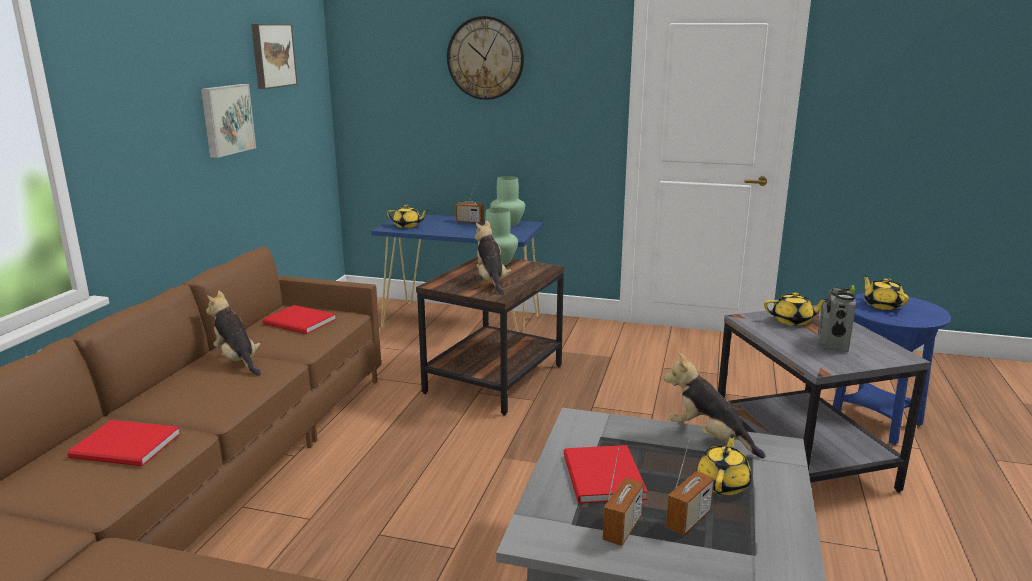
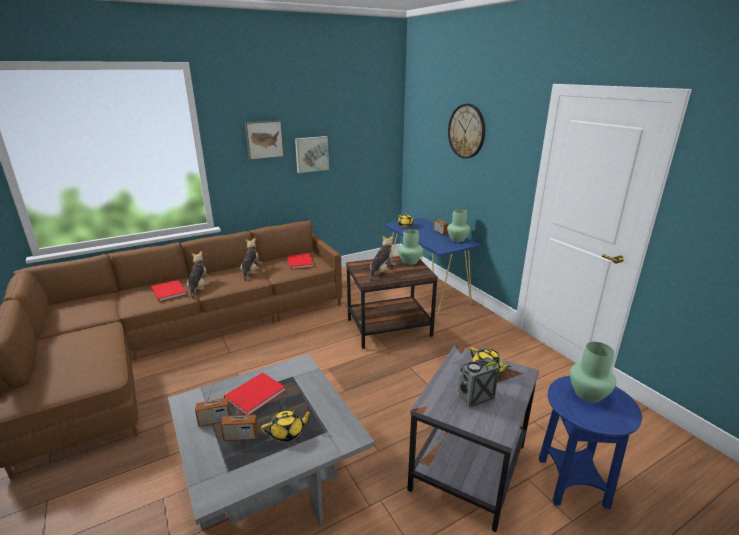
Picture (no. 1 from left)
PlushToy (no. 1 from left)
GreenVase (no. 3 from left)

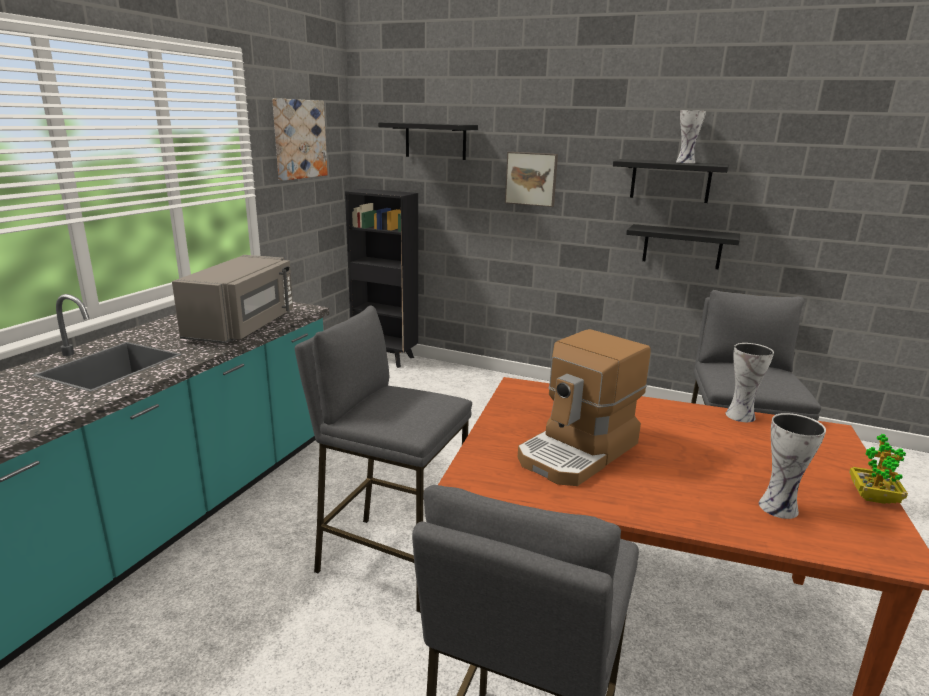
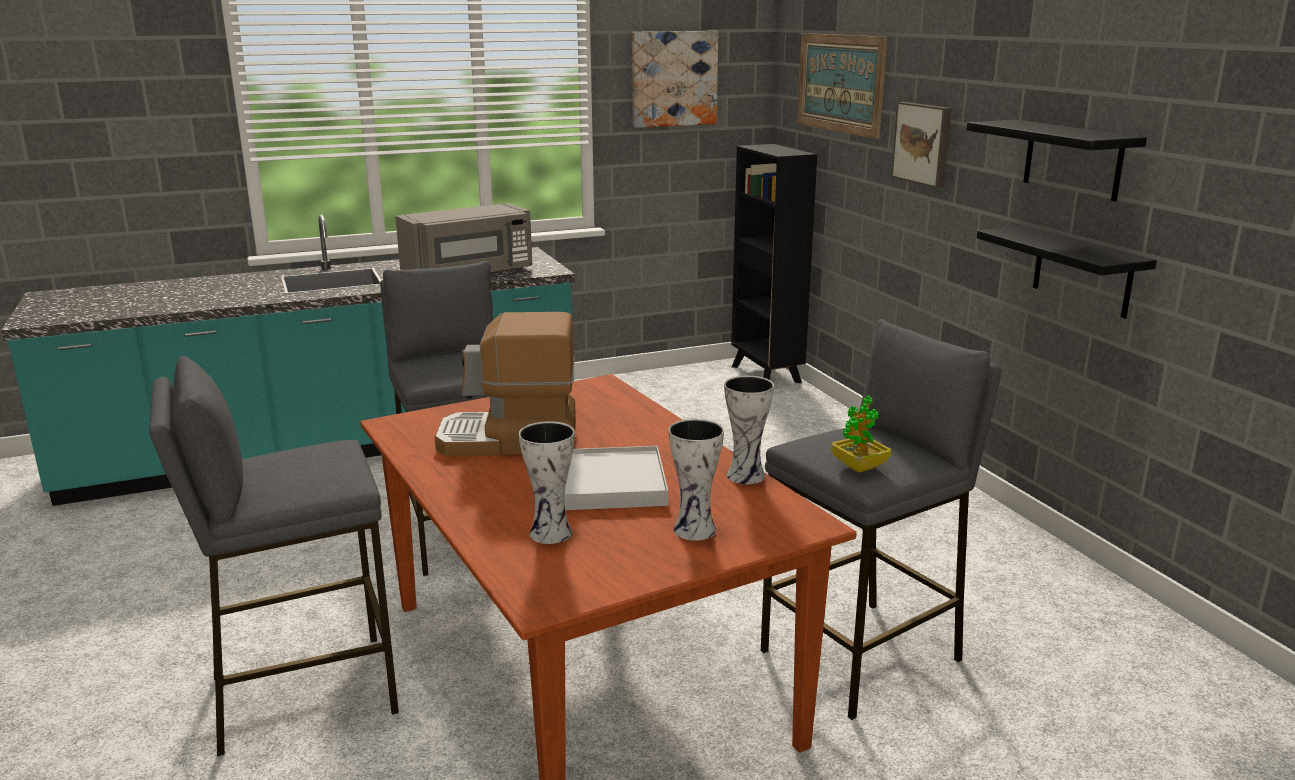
WhiteTray
Vase (no. 2 from left)
PottedPlant
Picture (no. 2 from left)

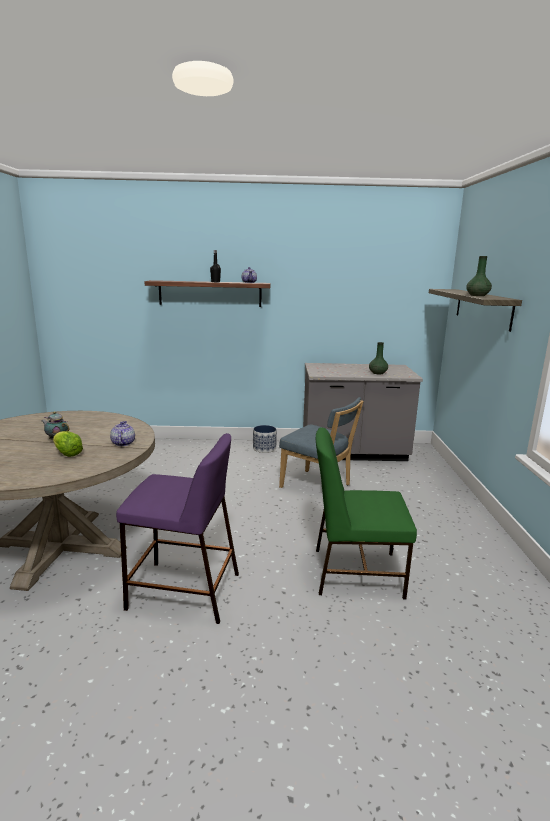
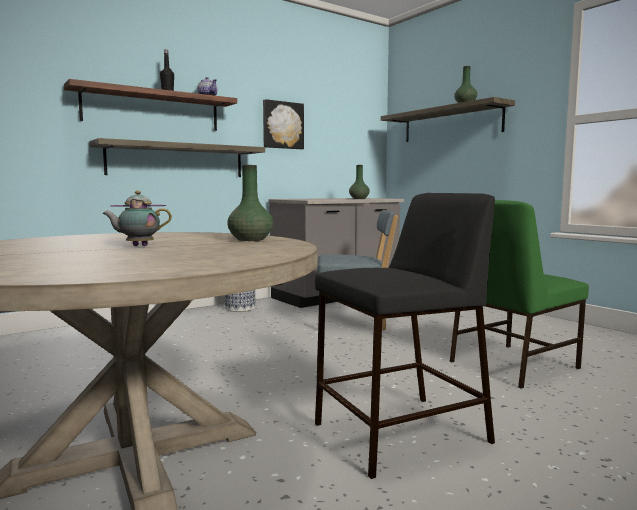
Lettuce
Shelf (no. 2 from left)
Picture
GreenVase (no. 1 from left)
BlackStool

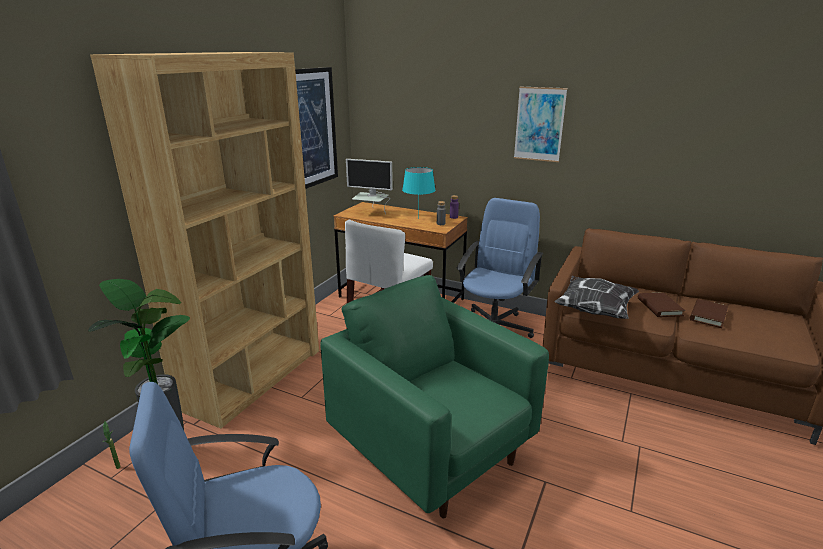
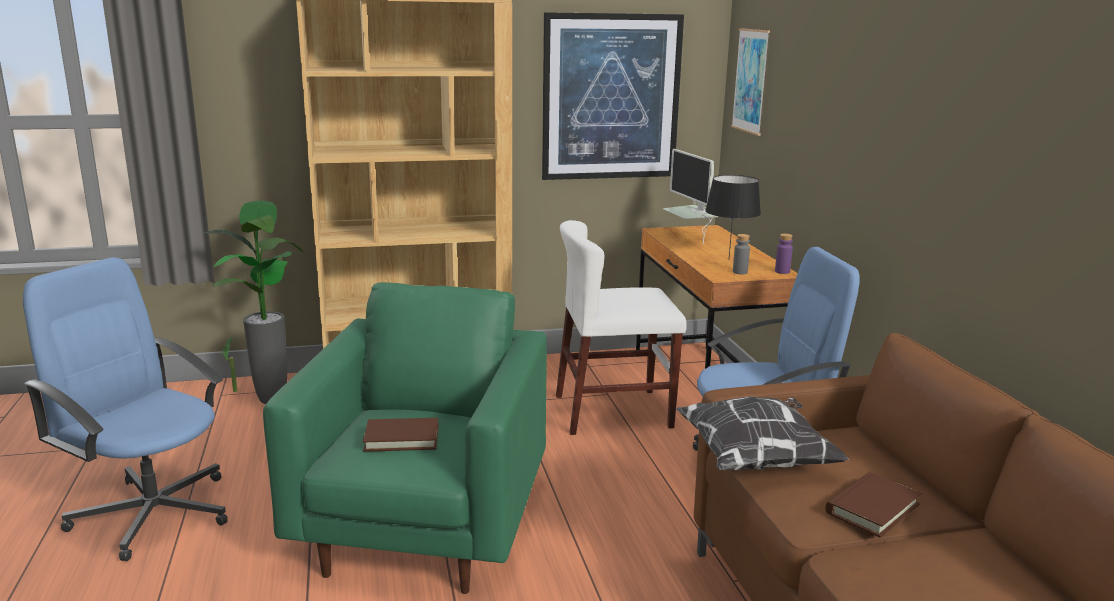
Picture (no. 2 from left)
BrownBook (no. 1 from left)
BlackTableLamp

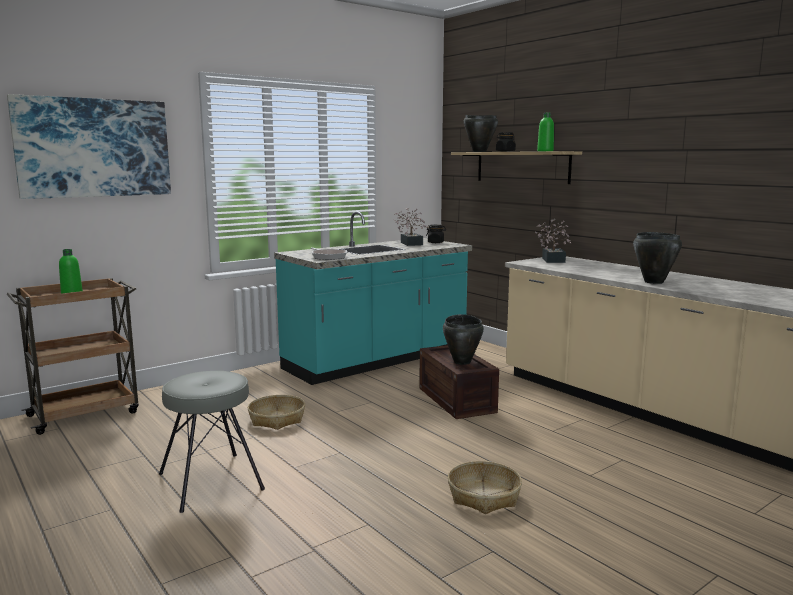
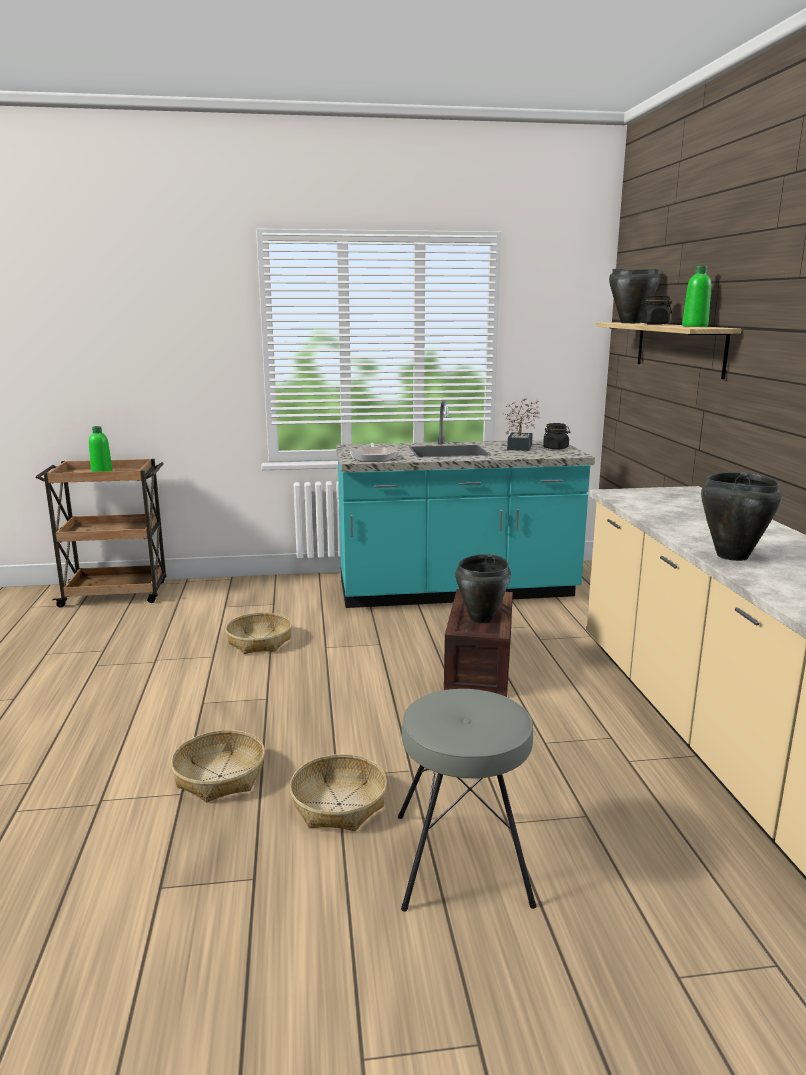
Picture
PottedPlant (no. 2 from left in the first image)
Basket (no. 1 from left)
GreyStool

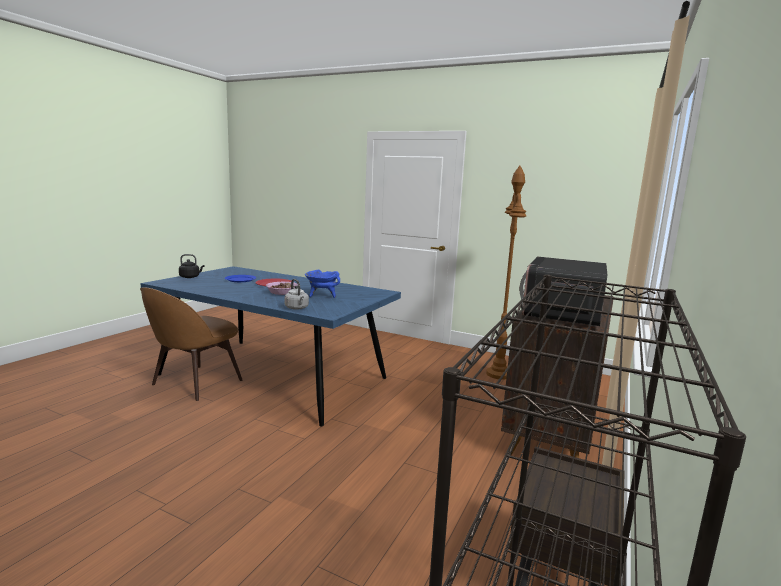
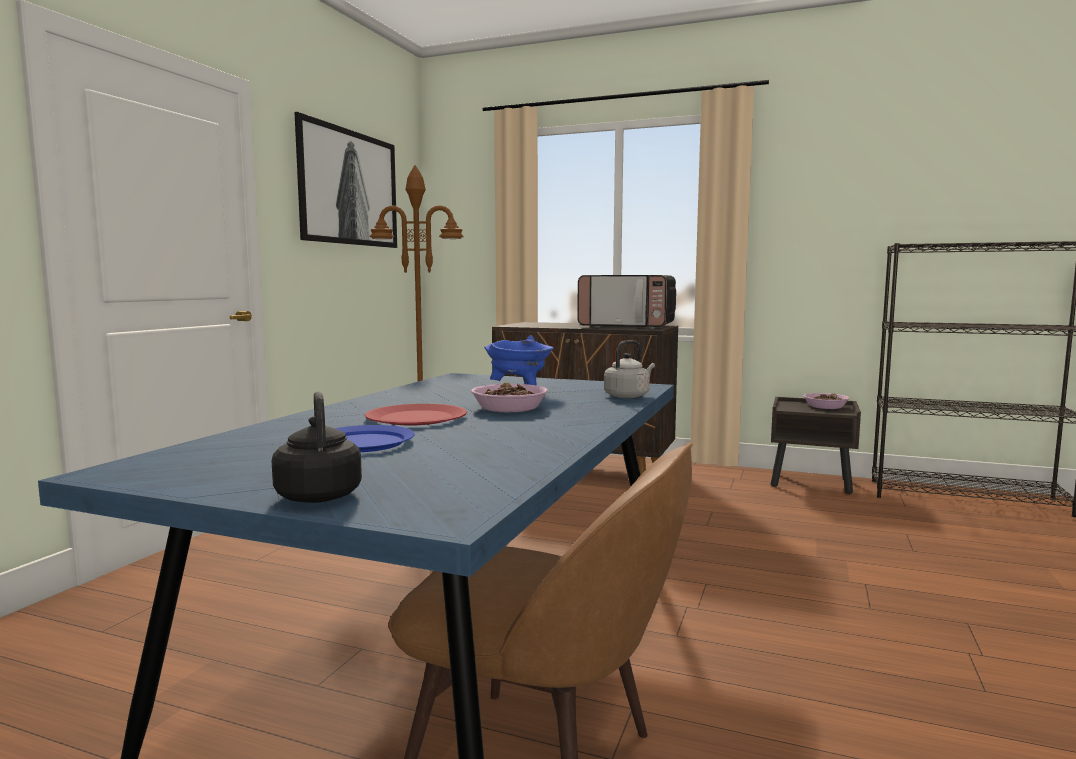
Picture
Bowl (no. 2 from left)

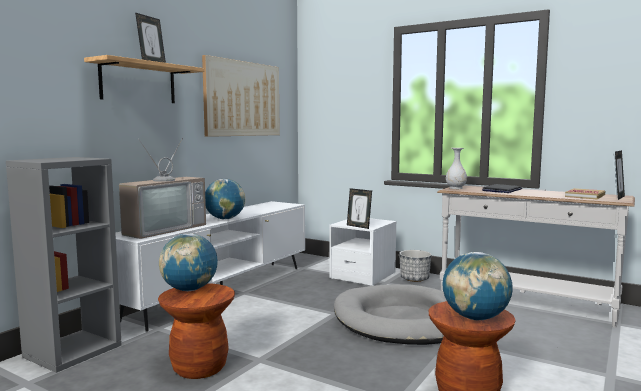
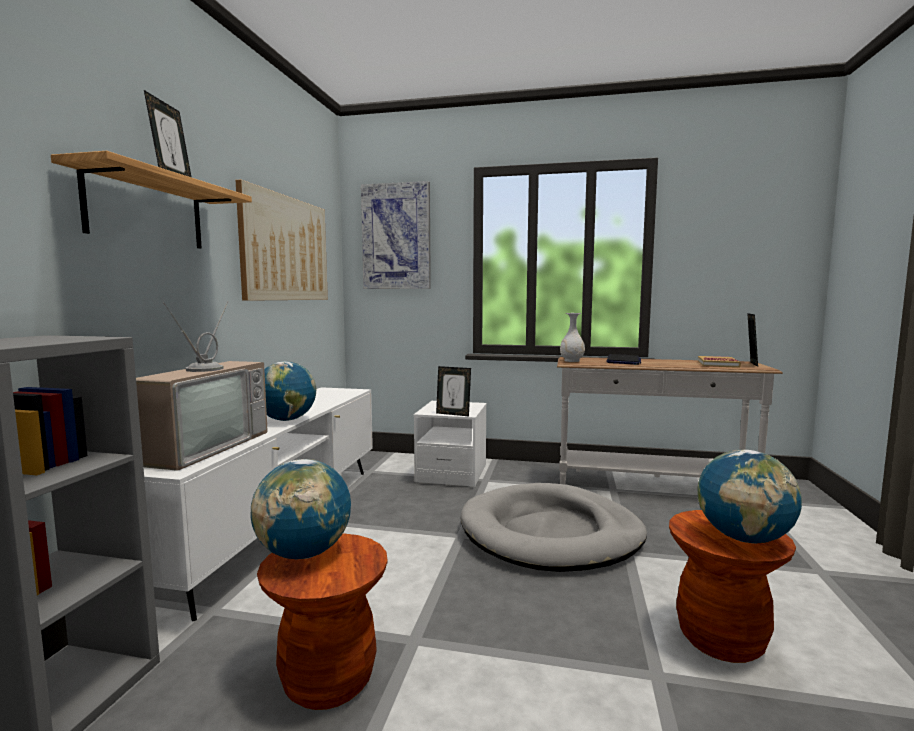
Planter
Picture (no. 2 from left)

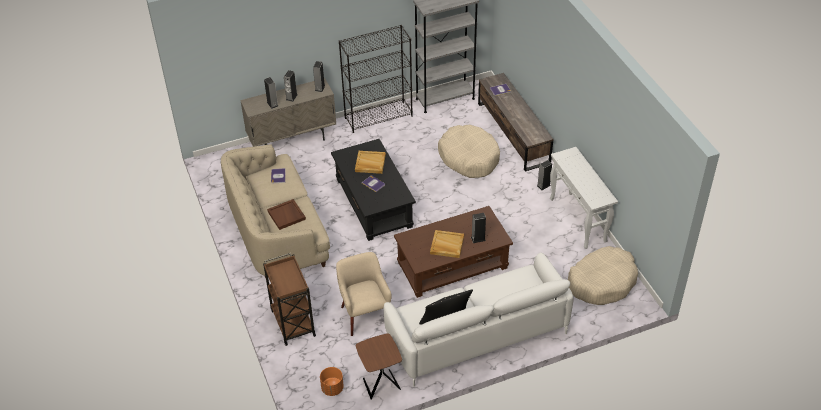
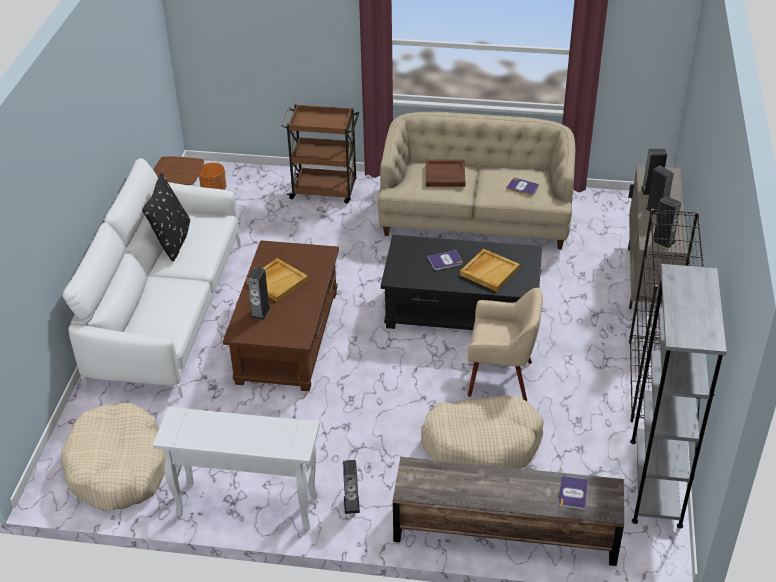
BeigeArmchair

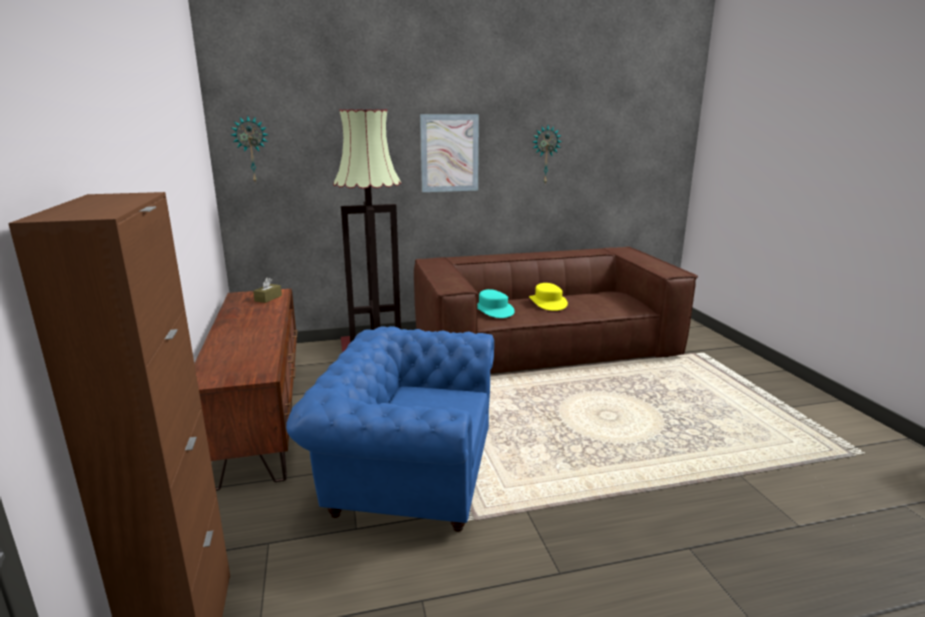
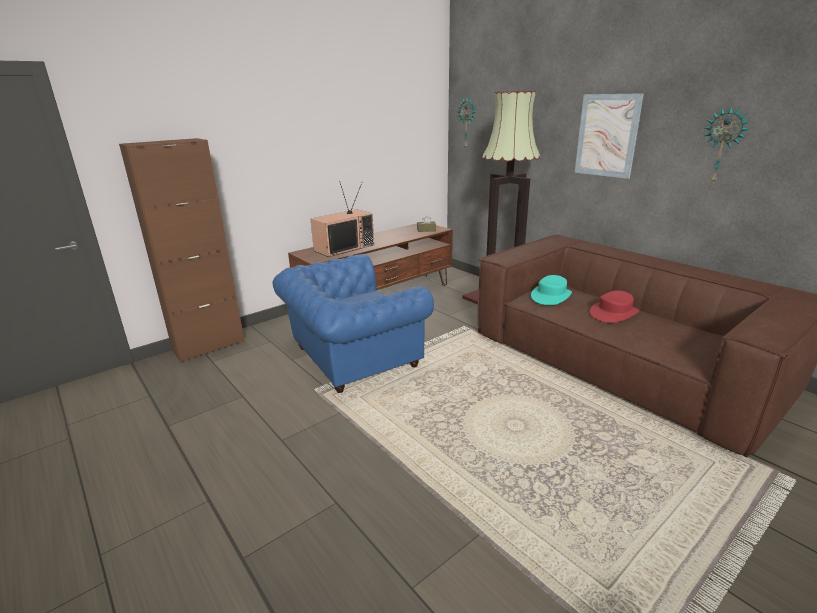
Television
RedHat
BlueArmchair

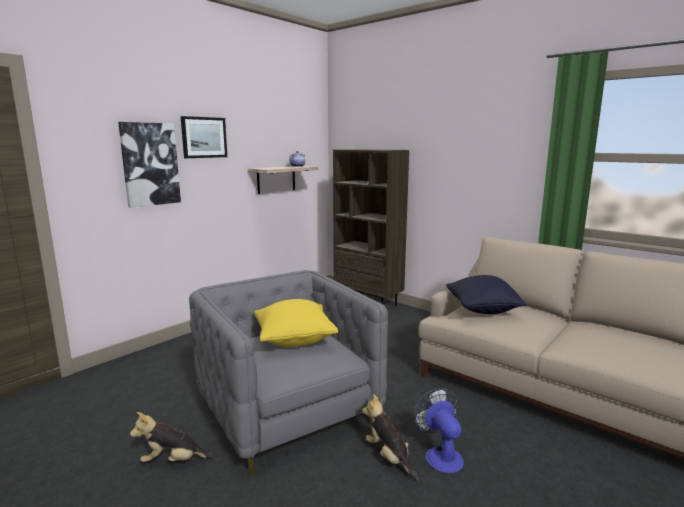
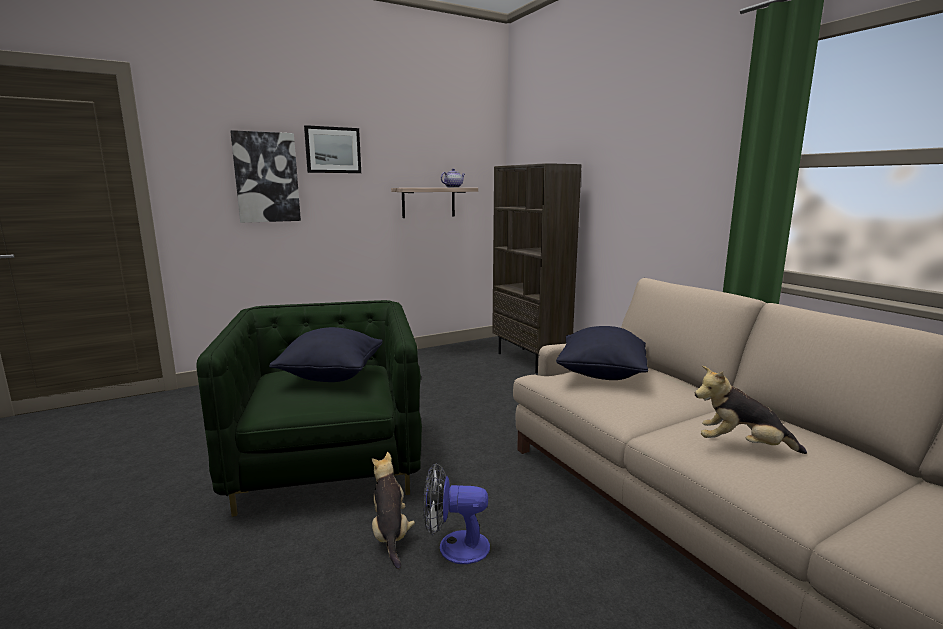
PlushToy (no. 2 from left)
GreenArmchair
BlackPillow (no. 1 from left)
Fan

